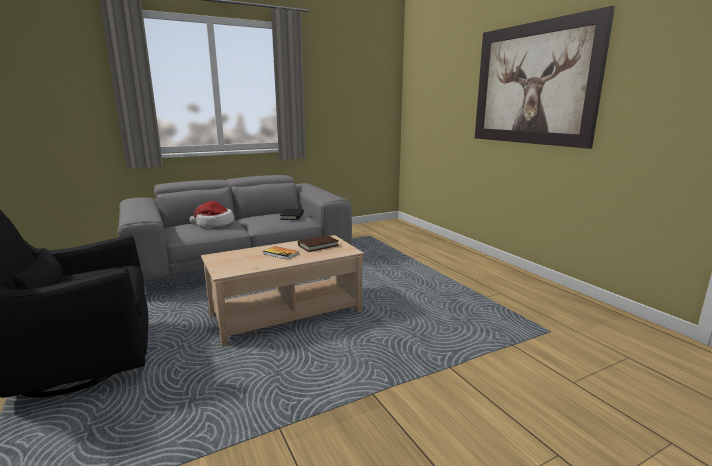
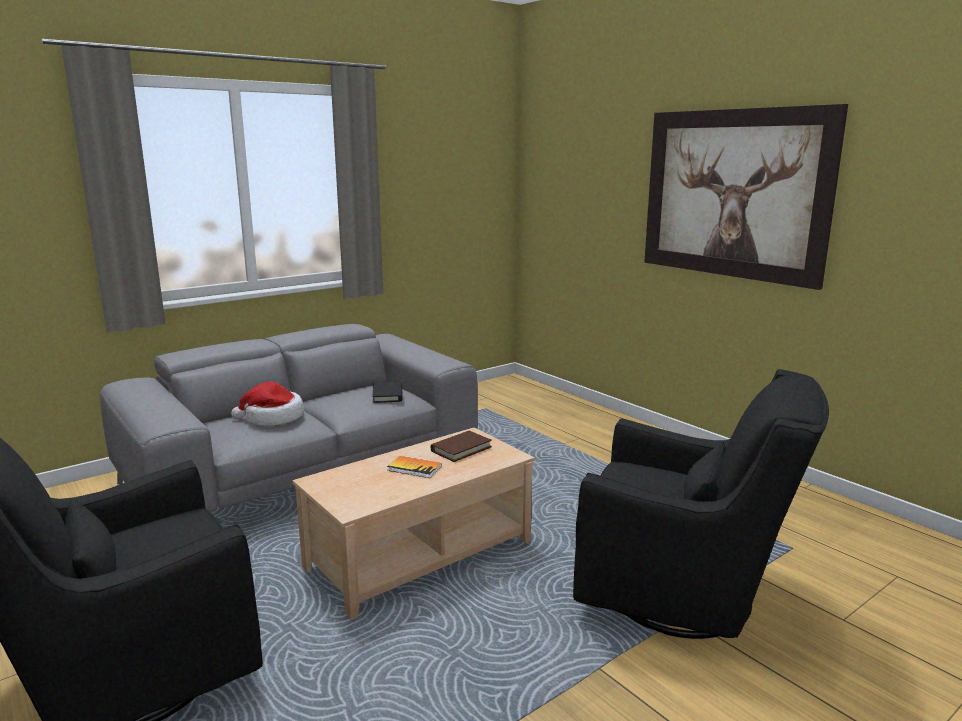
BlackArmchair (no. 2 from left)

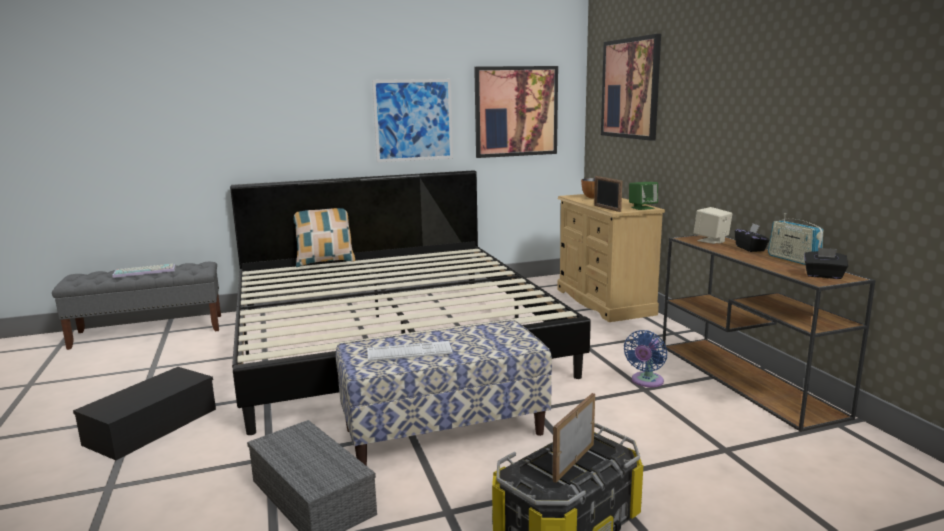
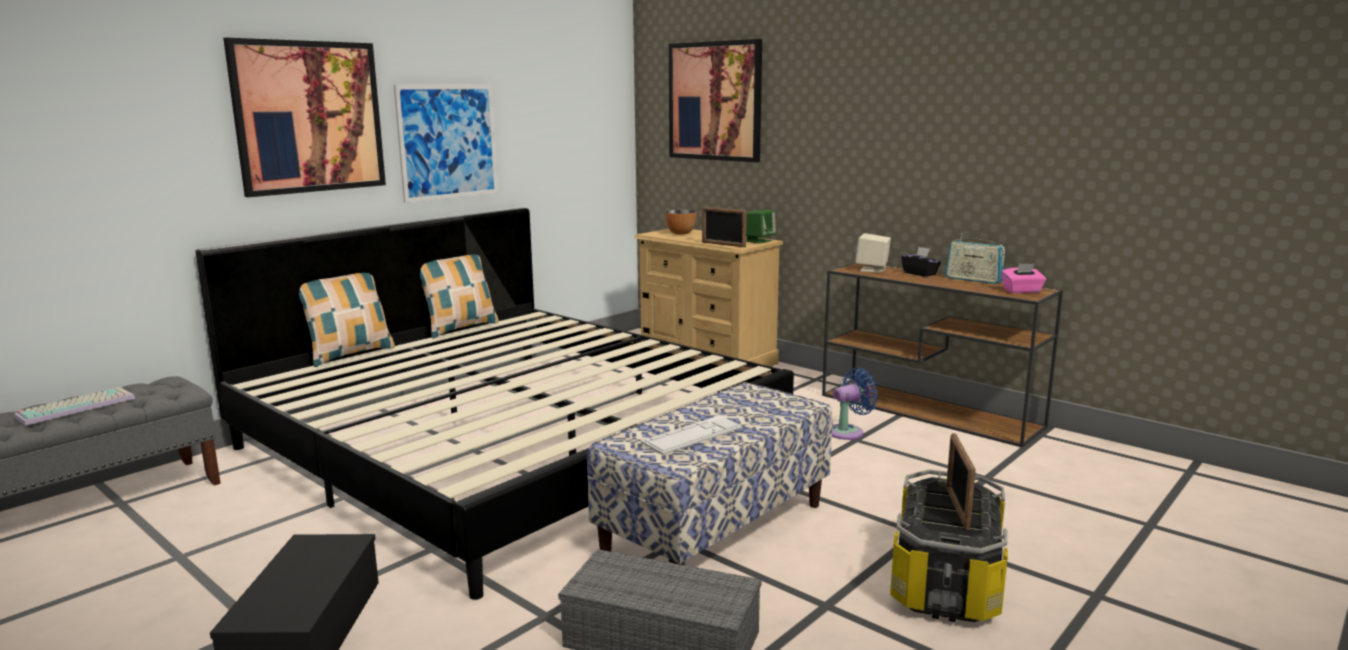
Pillow (no. 2 from left)
Picture (no. 1 from left)
PinkTissueBox
BlueFan

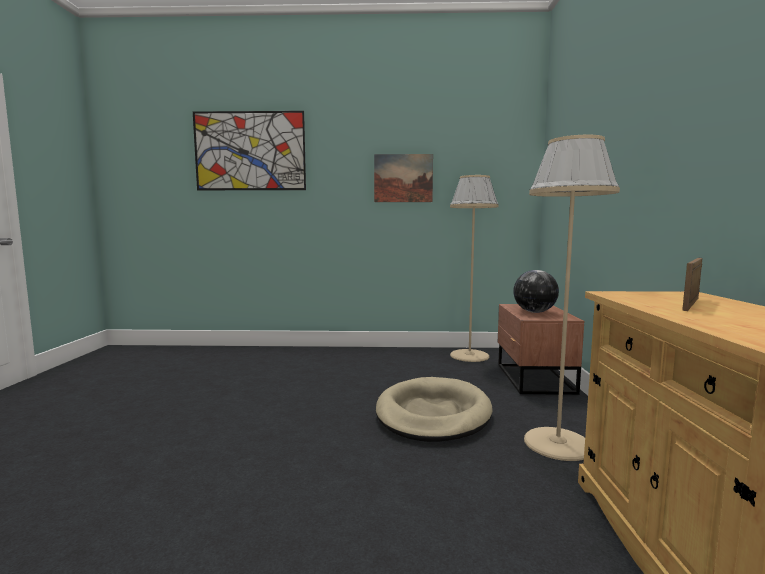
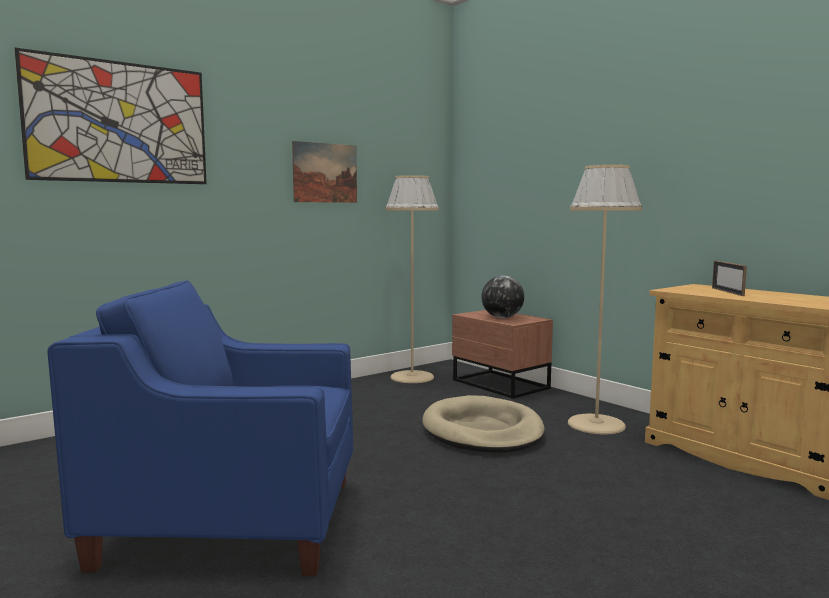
BlueArmchair

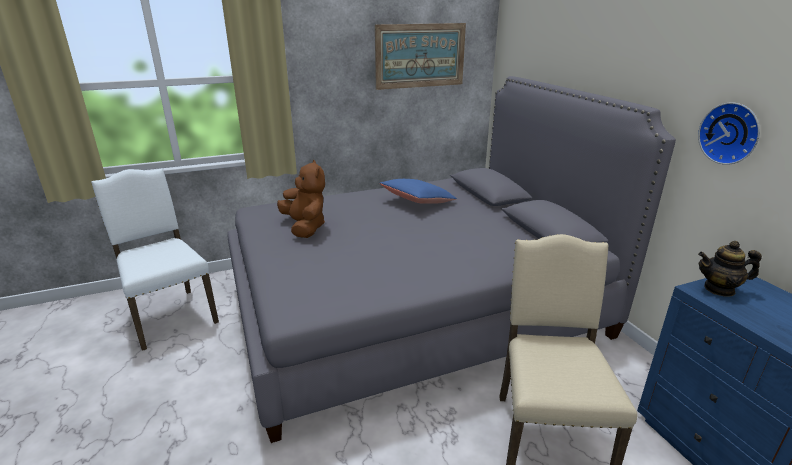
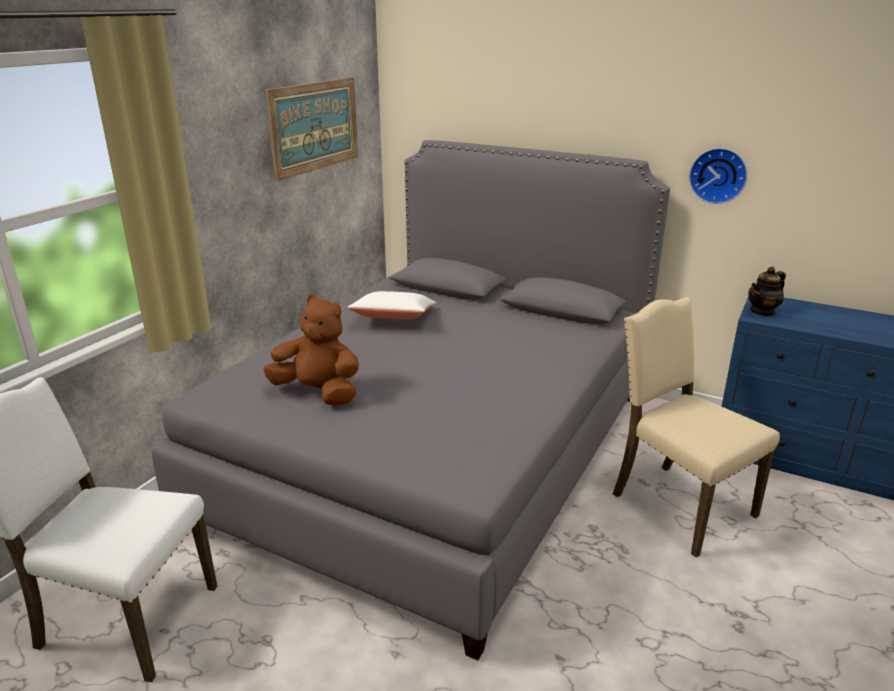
WhitePillow

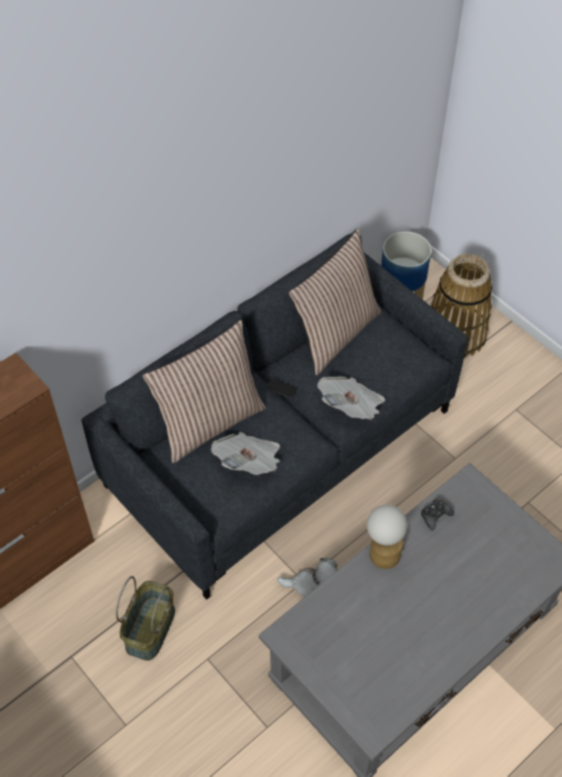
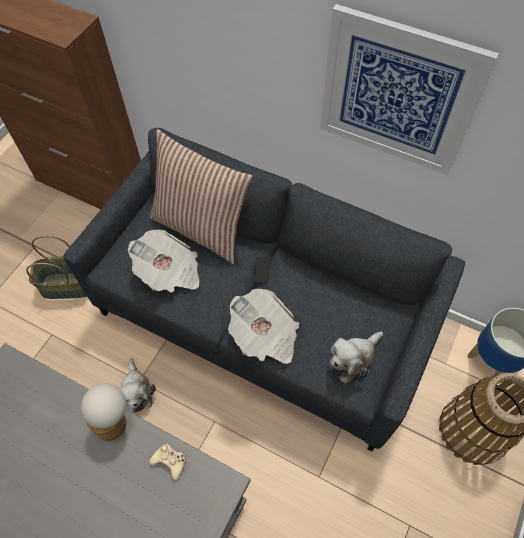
Pillow (no. 2 from left in the first image)
Picture
PlushToy (no. 2 from left)
BeigeGameController

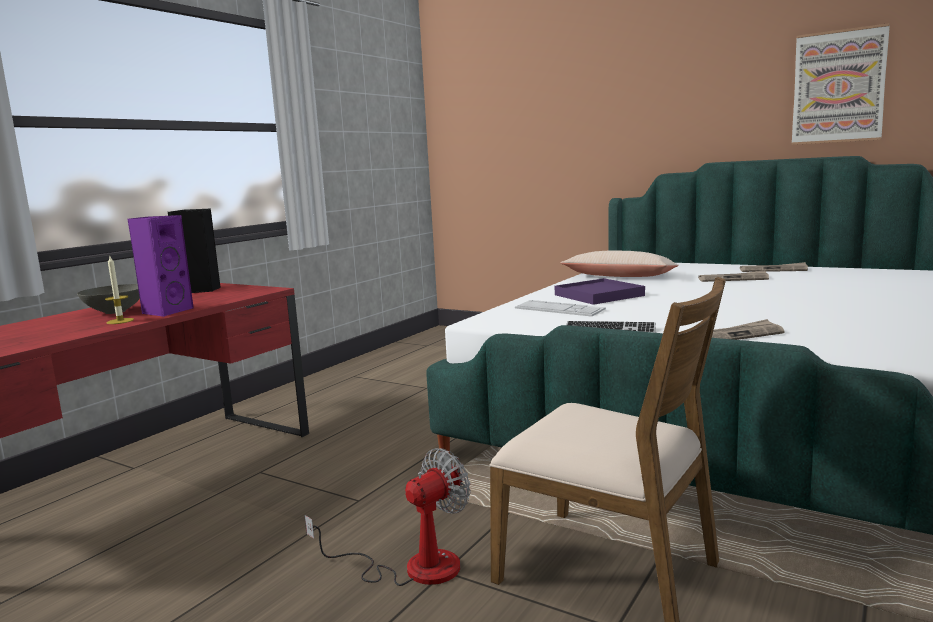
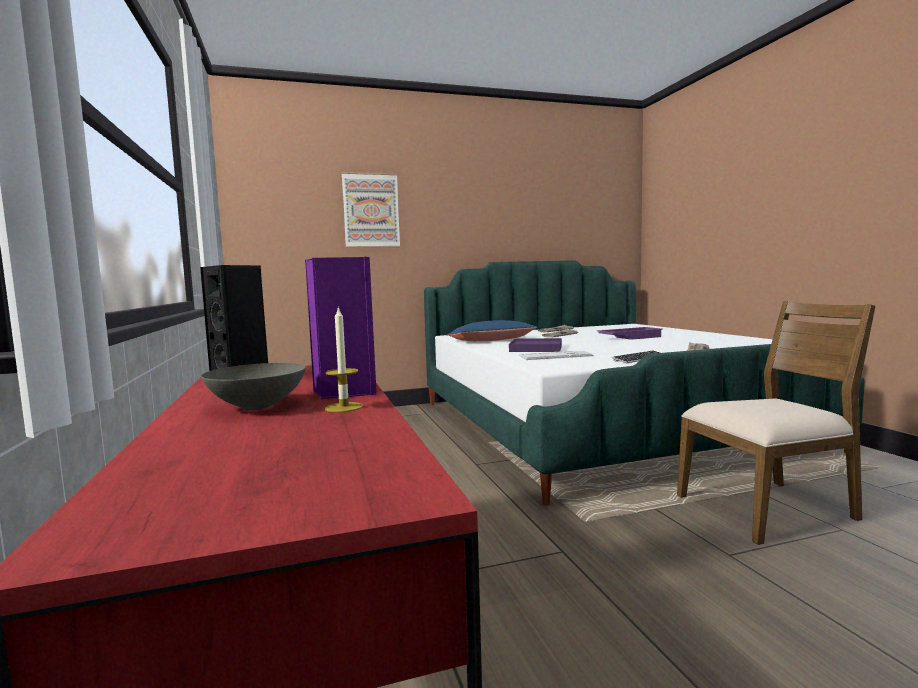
Fan
PurpleTray (no. 2 from left)
Picture
BluePillow

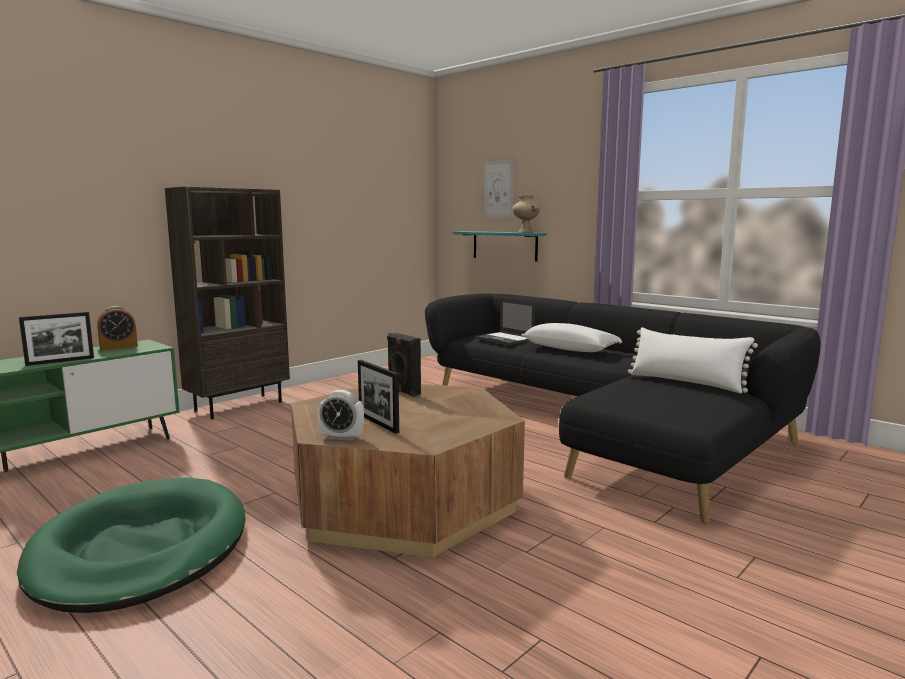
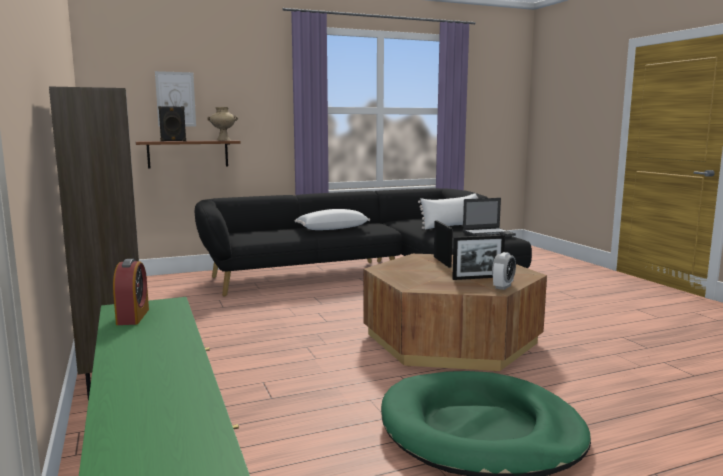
PictureFrame (no. 1 from left)
BlackSpeaker
Laptop
BrownShelf

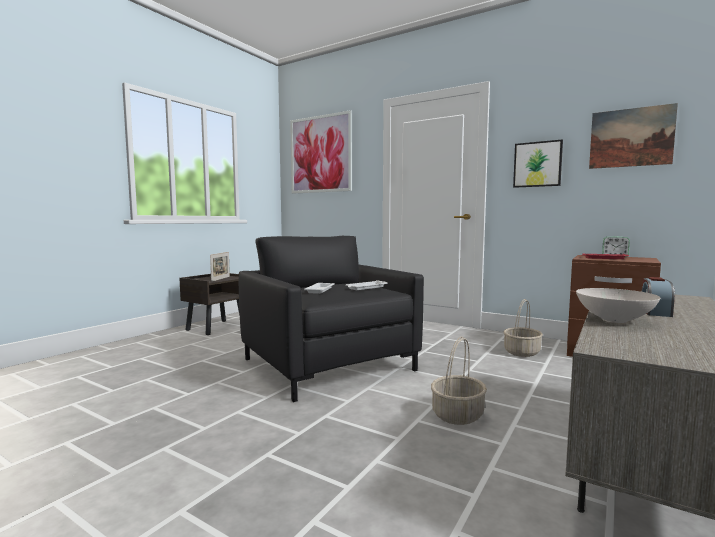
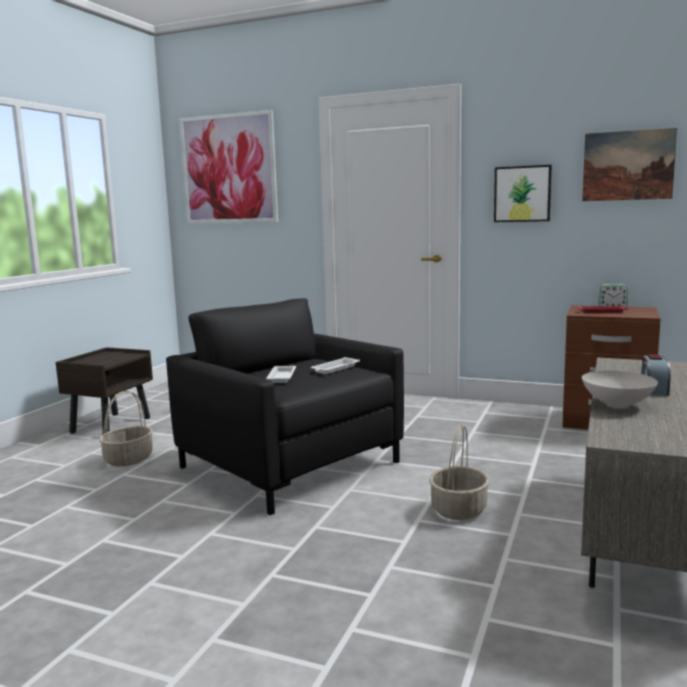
PictureFrame
Basket (no. 1 from left)

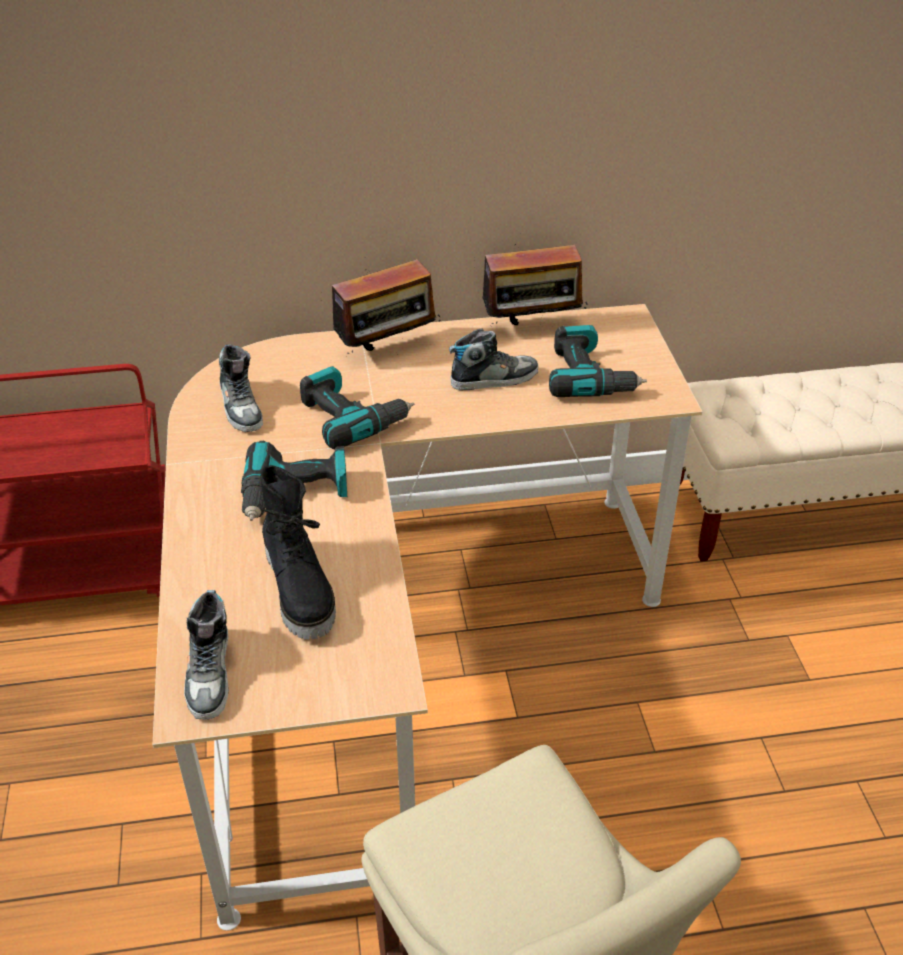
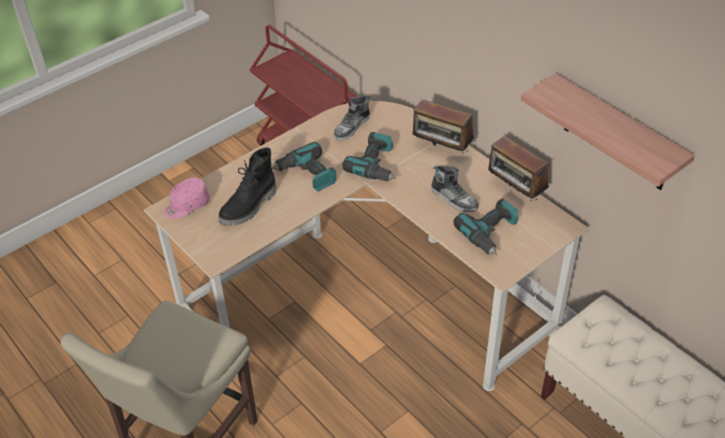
Shelf
PinkCap

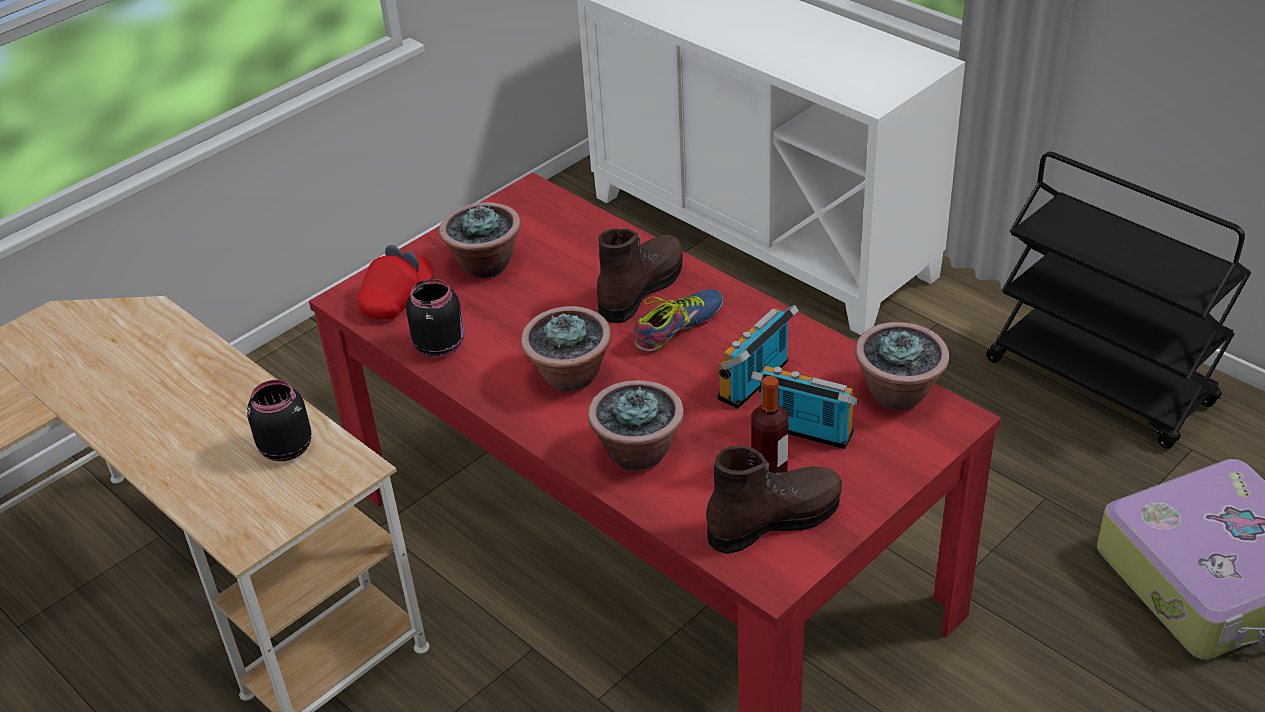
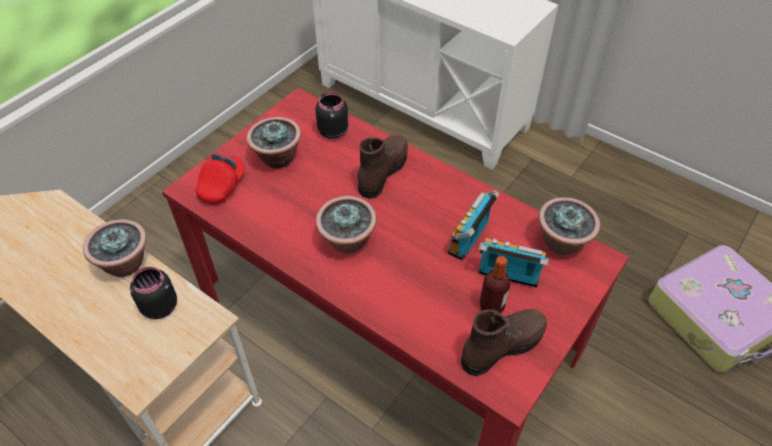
Shoe
BlackCart
BlackJar (no. 2 from left)
PottedPlant (no. 1 from left)

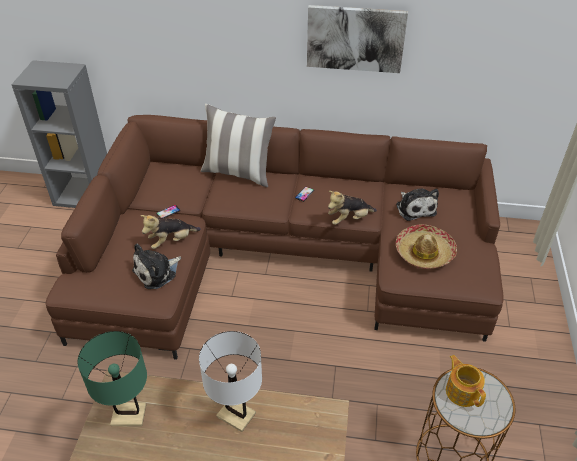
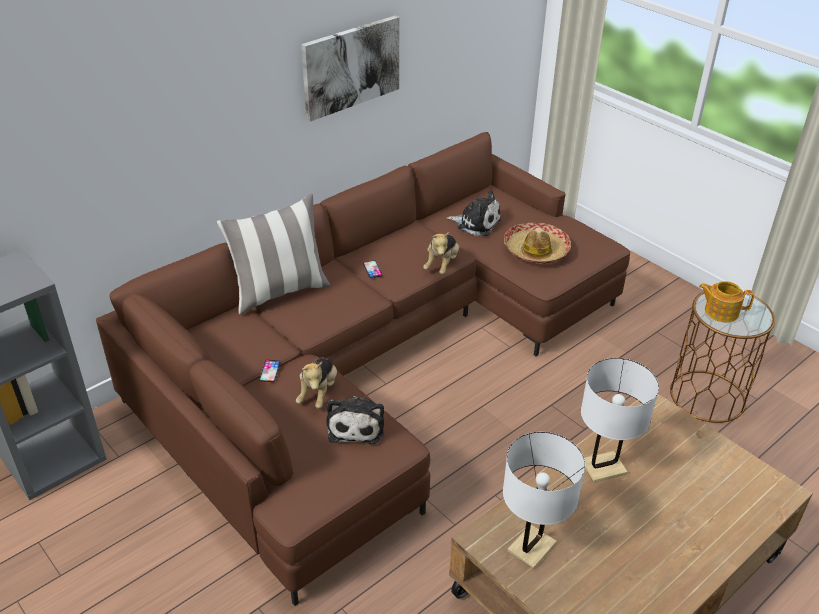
WhiteTableLamp (no. 1 from left)

